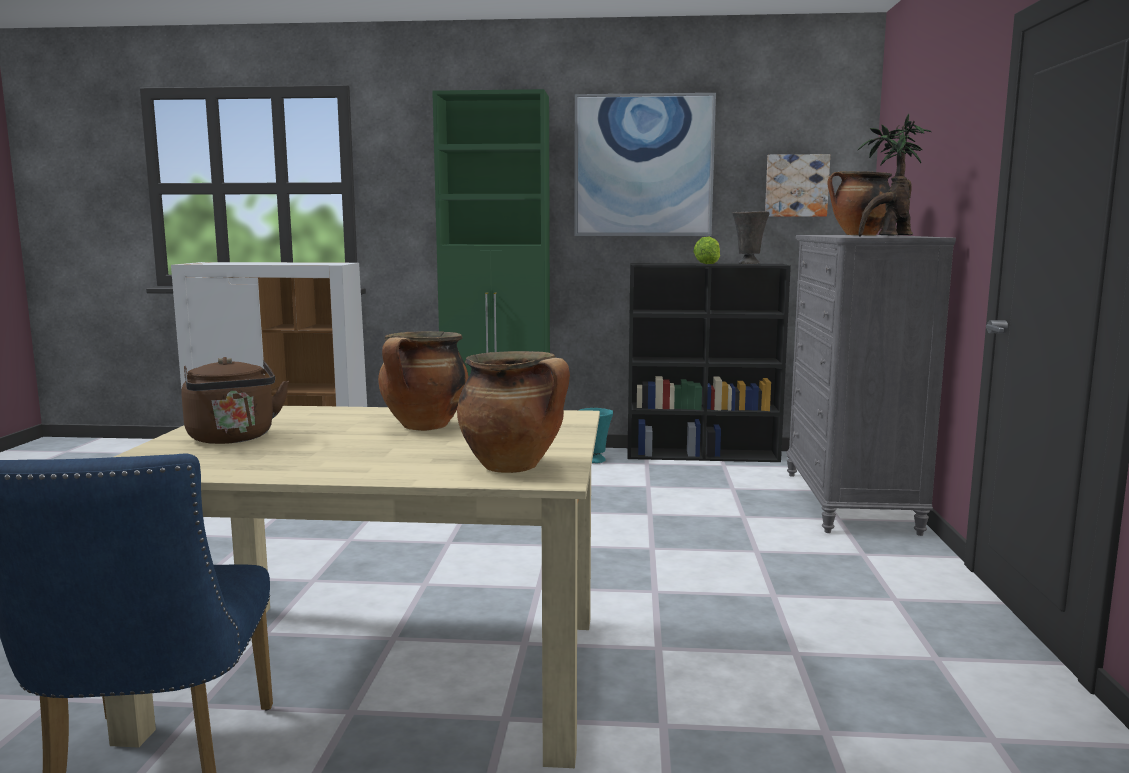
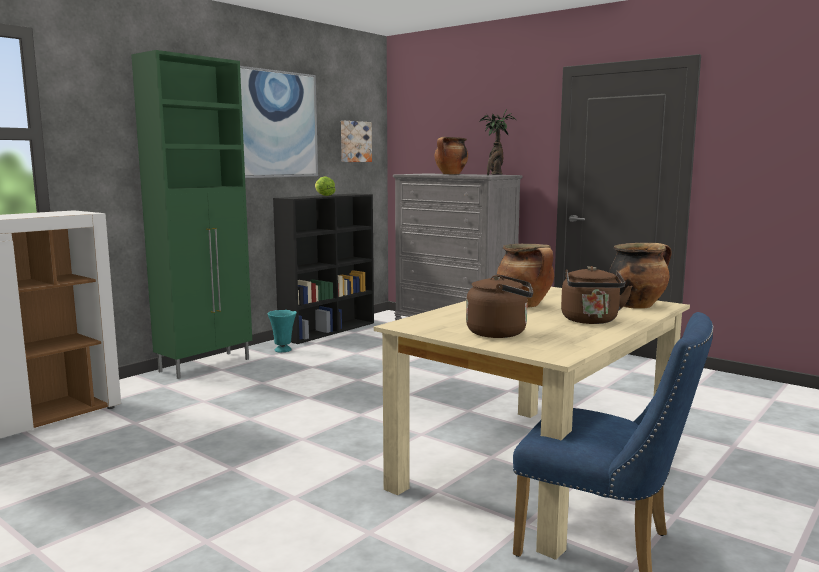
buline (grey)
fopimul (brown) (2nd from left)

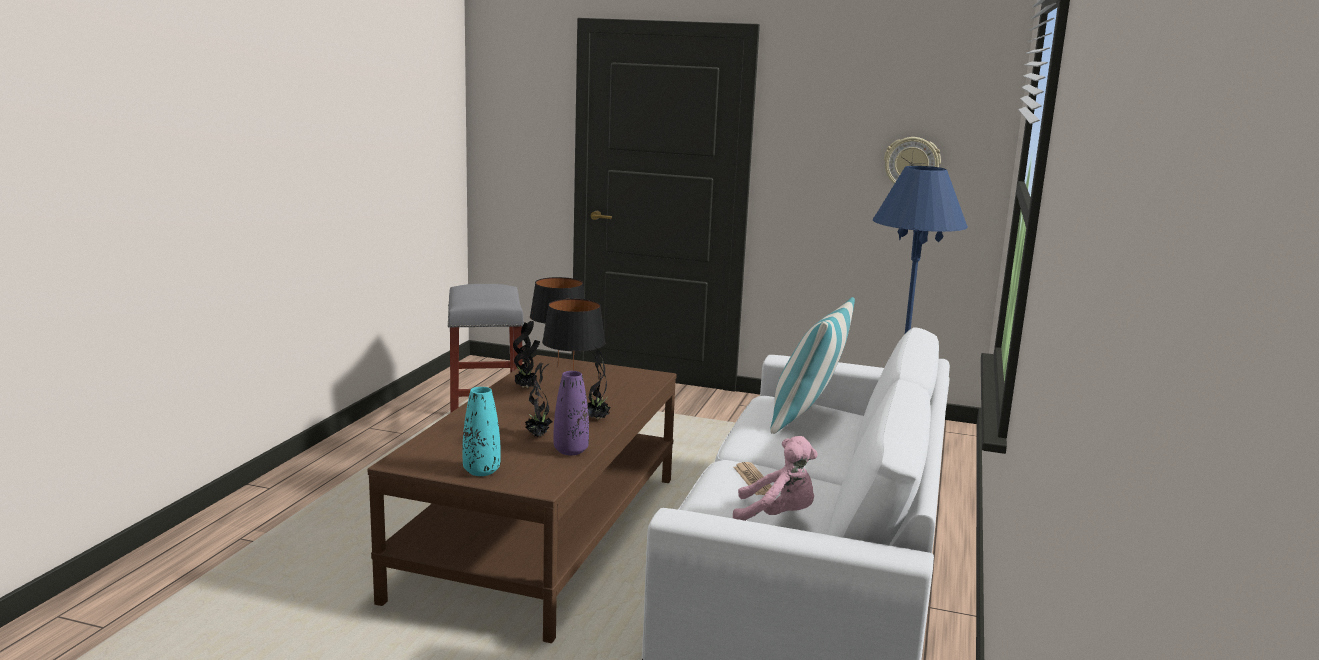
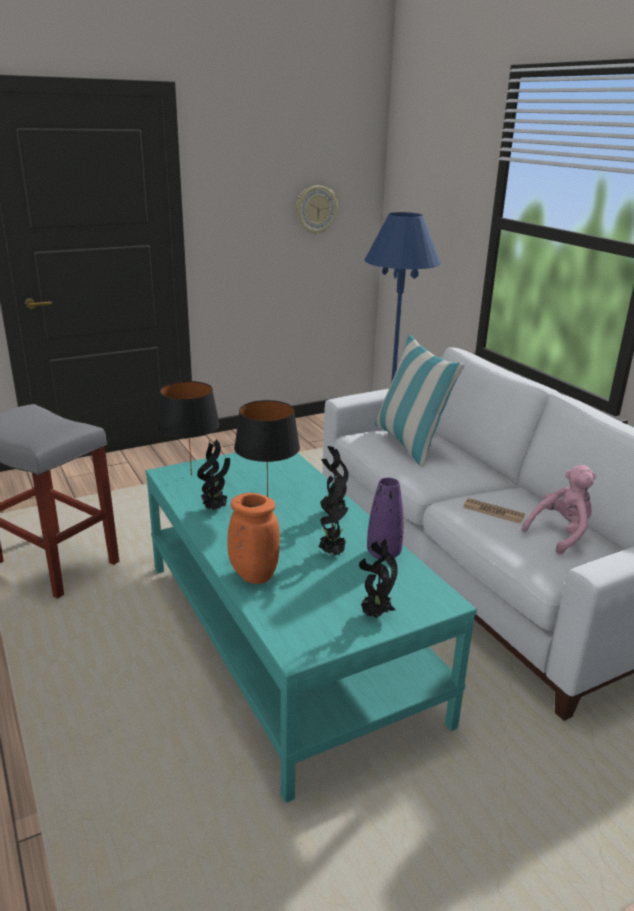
buline (orange)
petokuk (4th from left)
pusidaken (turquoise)

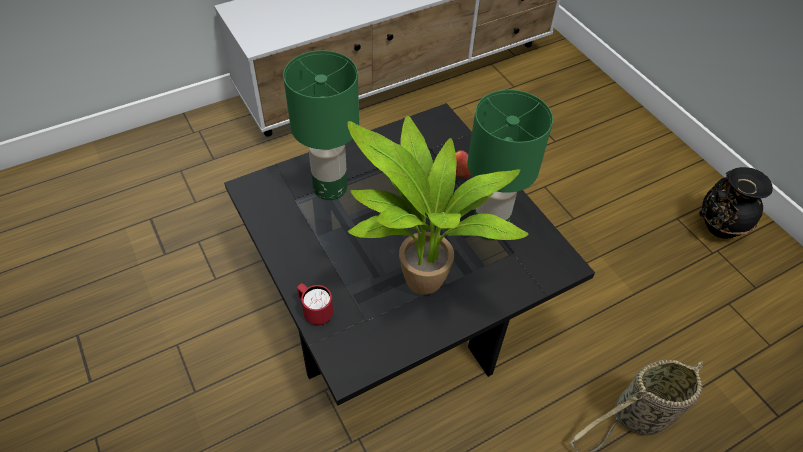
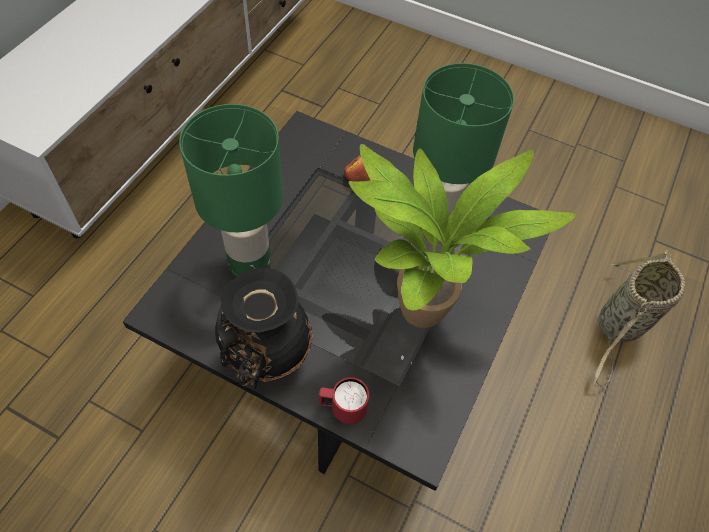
buline (black)

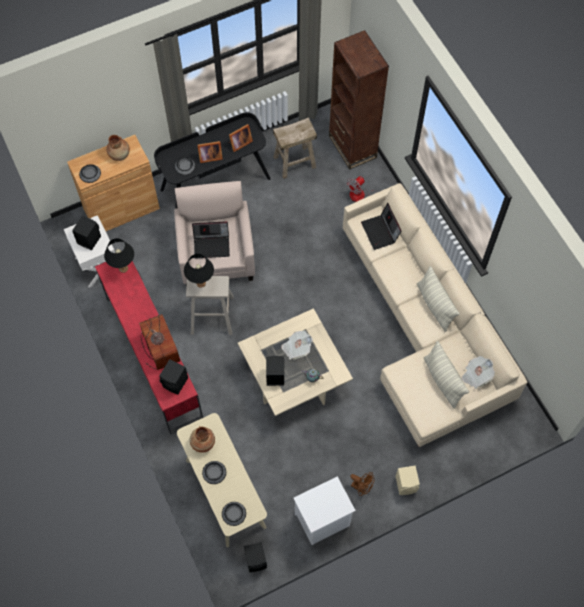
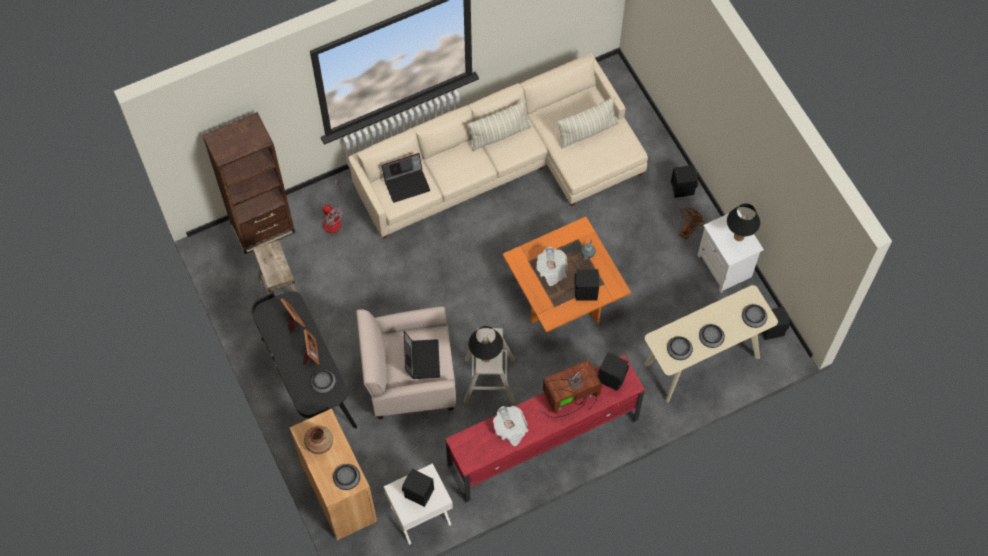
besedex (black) (2nd from left)
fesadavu (1st from left)
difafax (3rd from left)
pusidaken (orange)
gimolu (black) (4th from left)

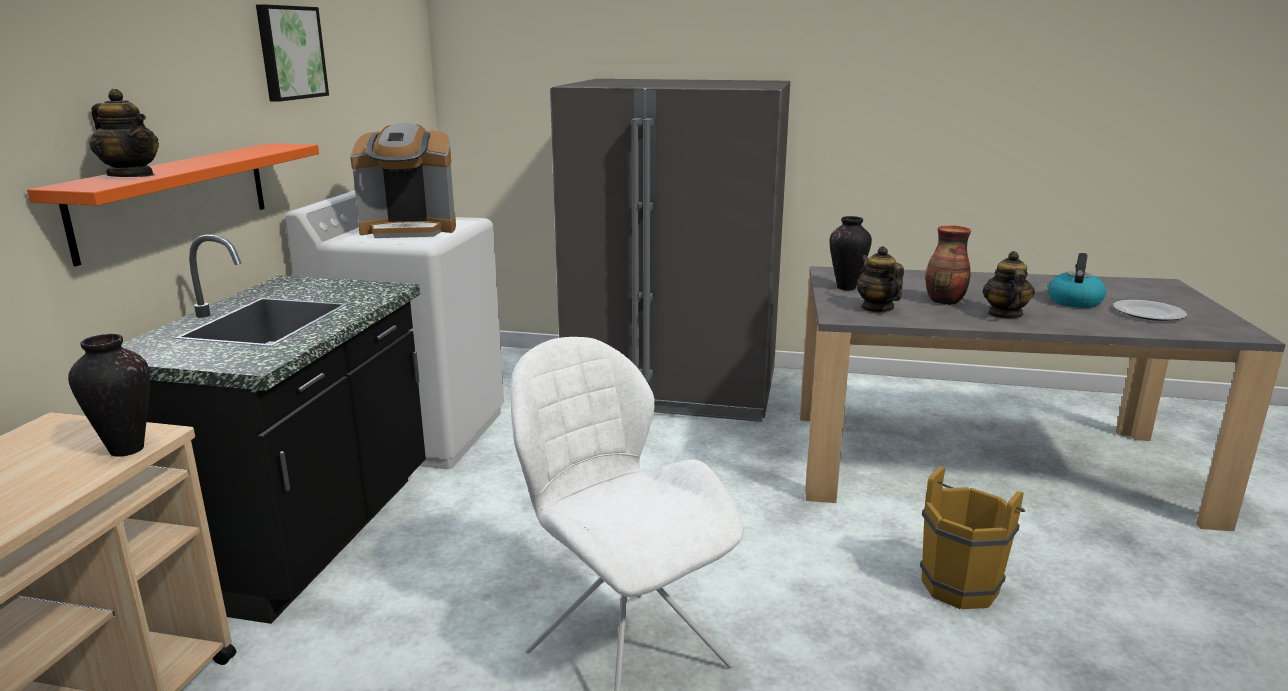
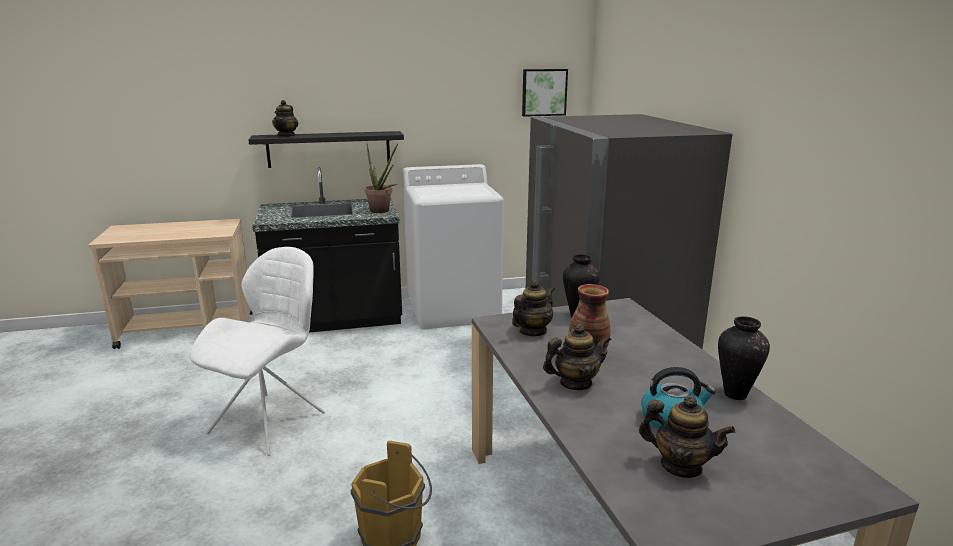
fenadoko
petokuk
buline (3rd from left)
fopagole
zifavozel (4th from left)
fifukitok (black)

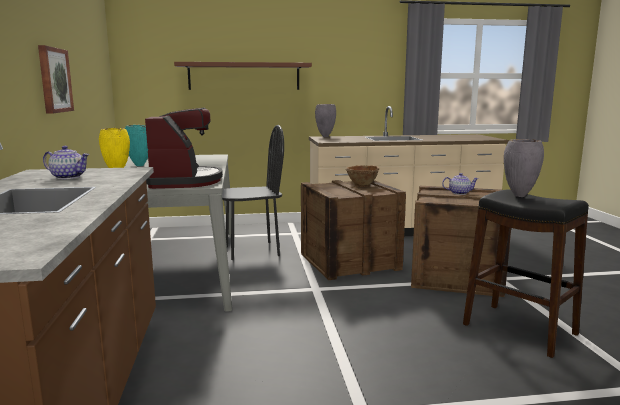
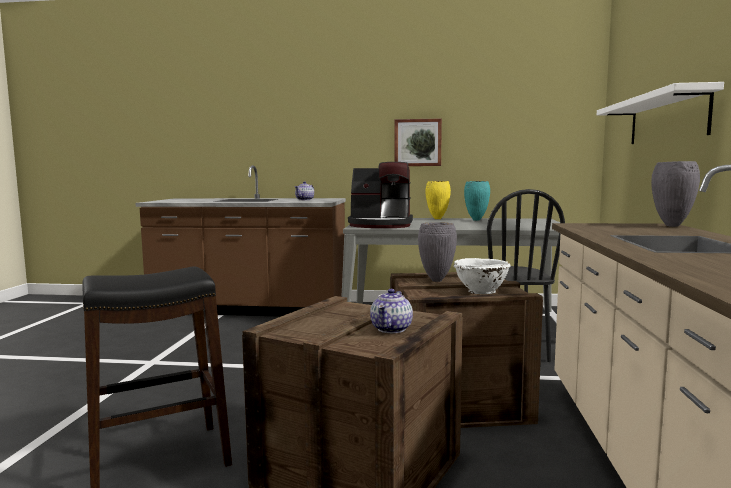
buline (grey) (1st from left)
fifukitok (white)
difafax (white)

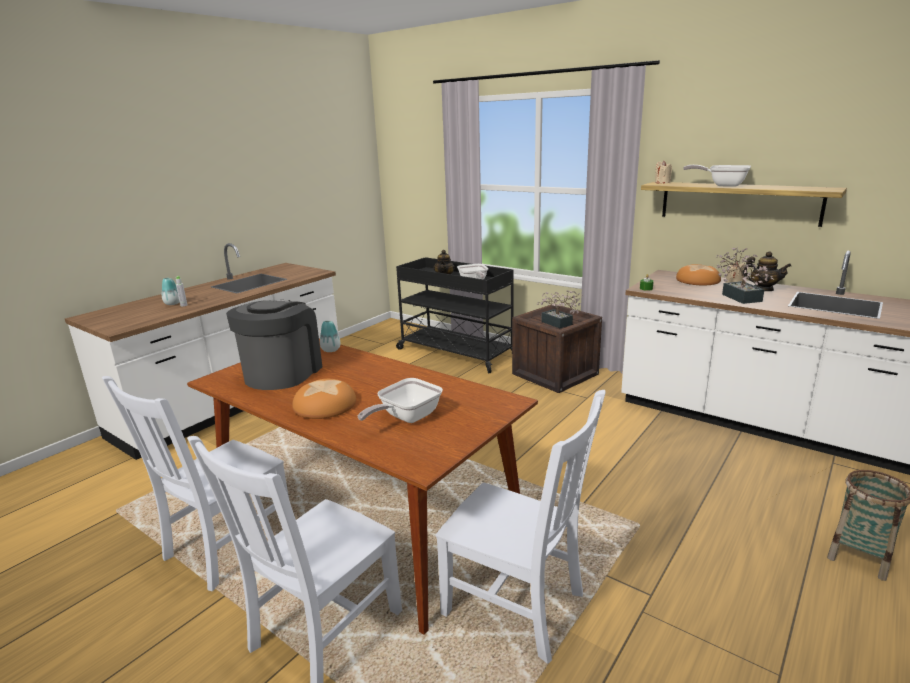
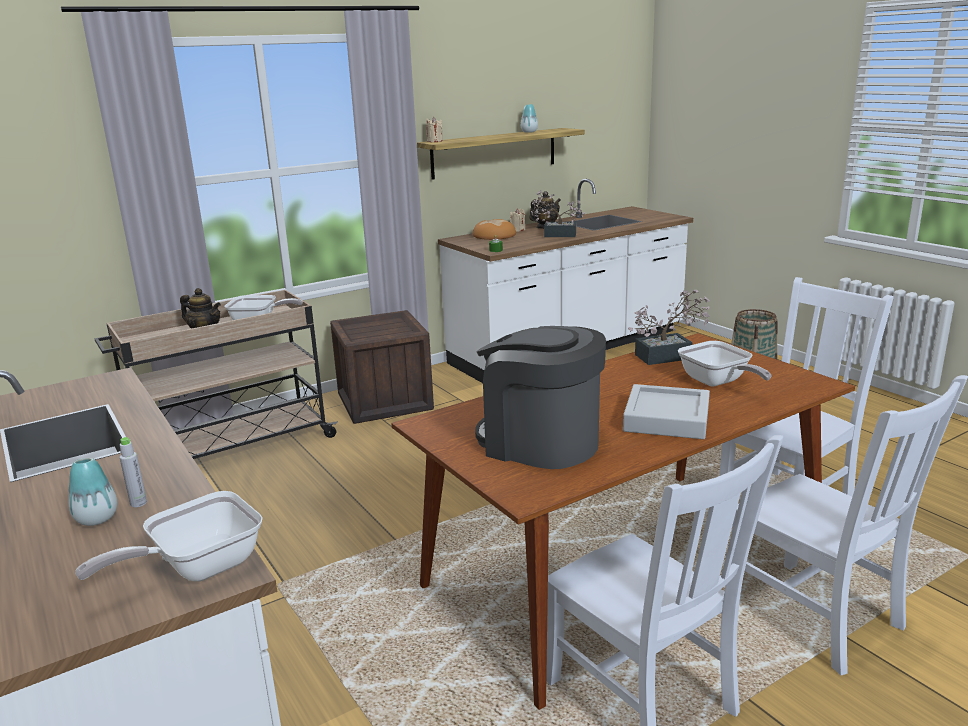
buline (2nd from left)
petokuk (2nd from left)
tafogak (1st from left)
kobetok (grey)
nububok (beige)

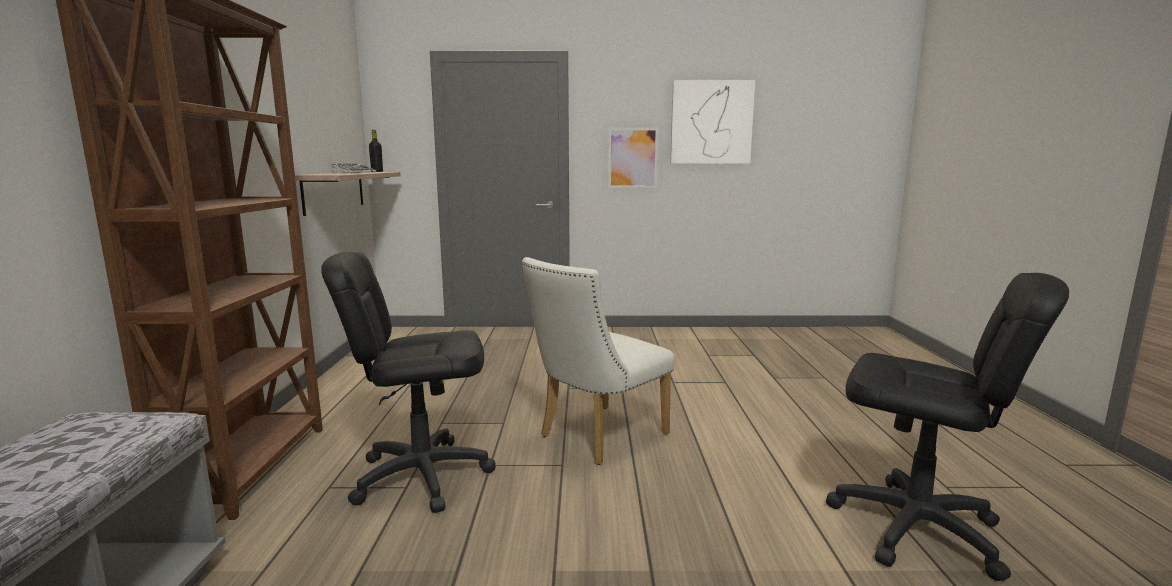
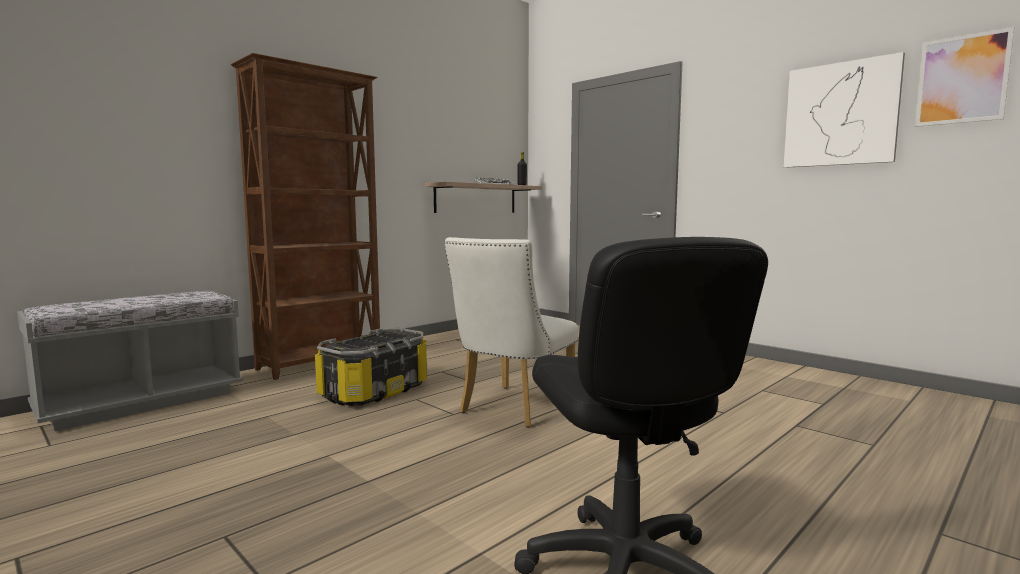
fopagole (2nd from left)
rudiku
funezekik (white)

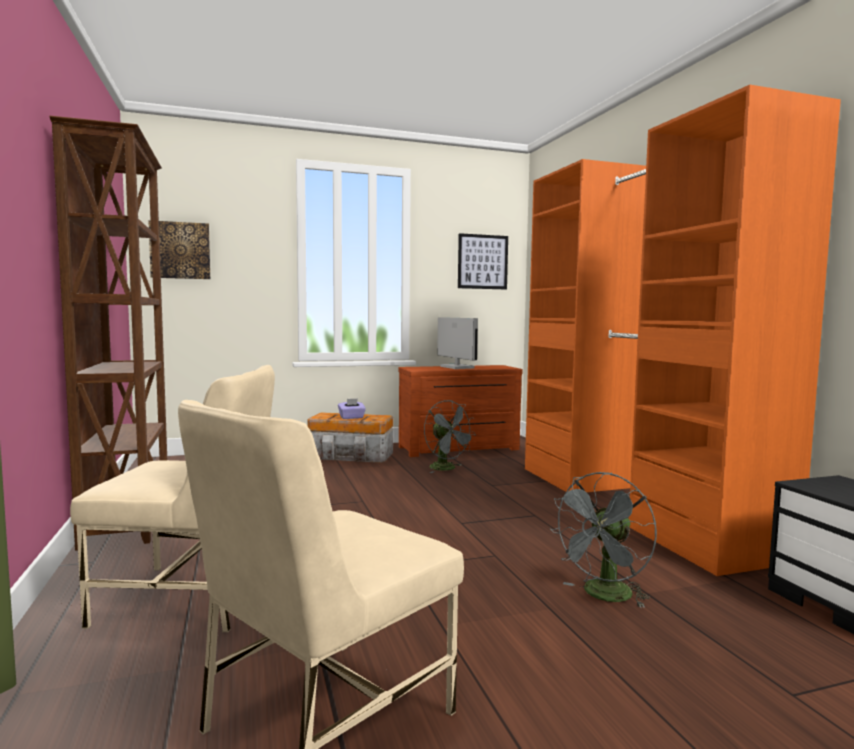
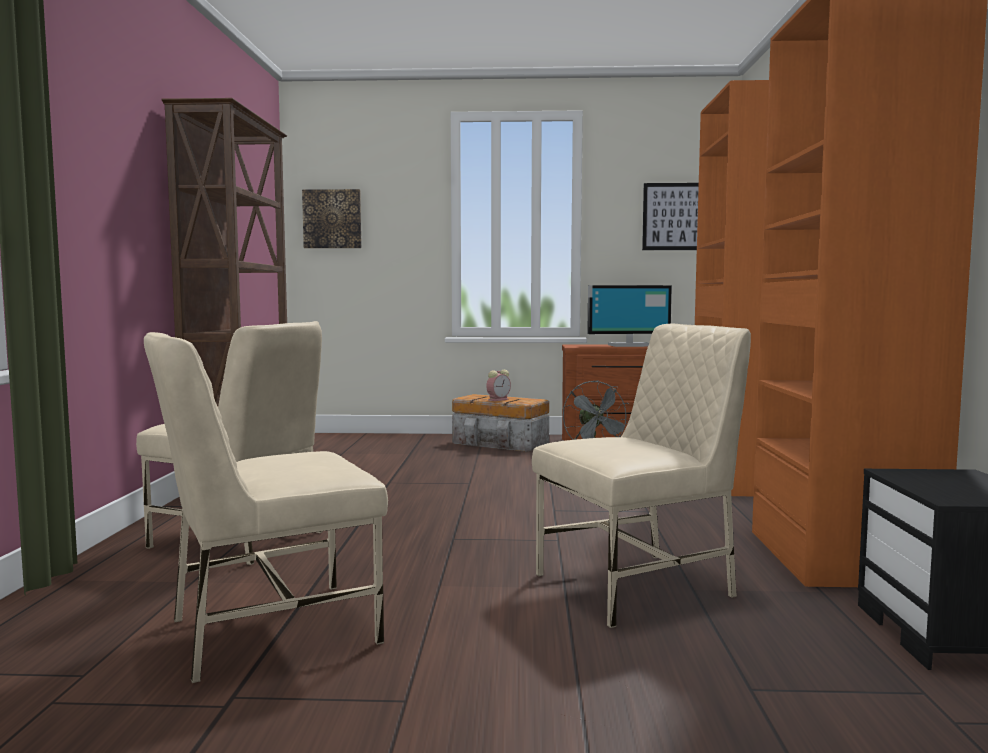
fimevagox
funezekik (beige) (3rd from left)
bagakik

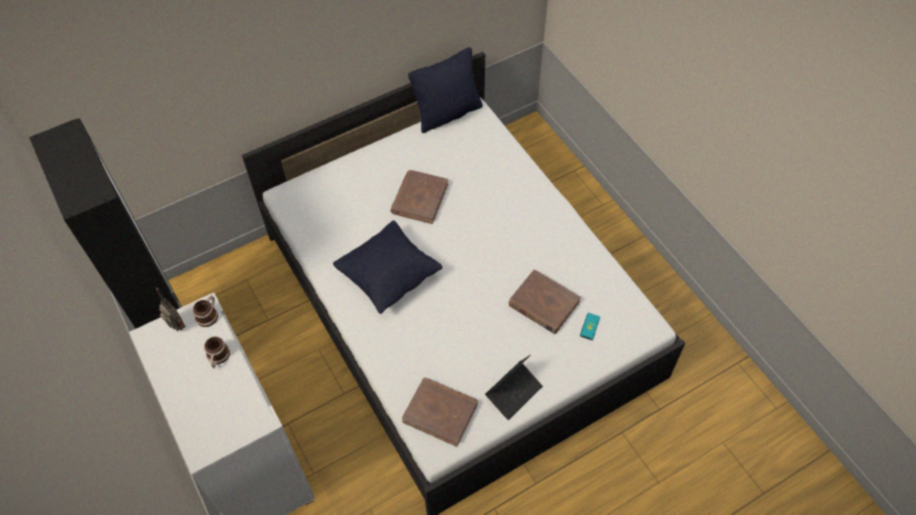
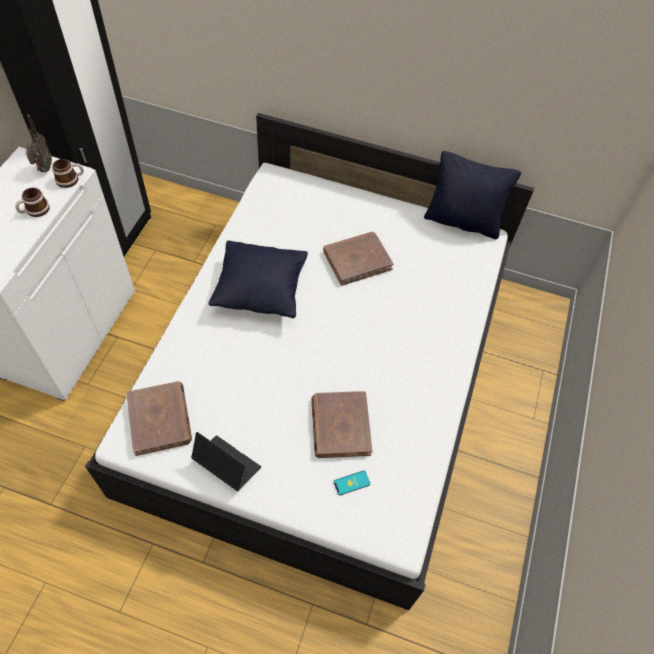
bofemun

